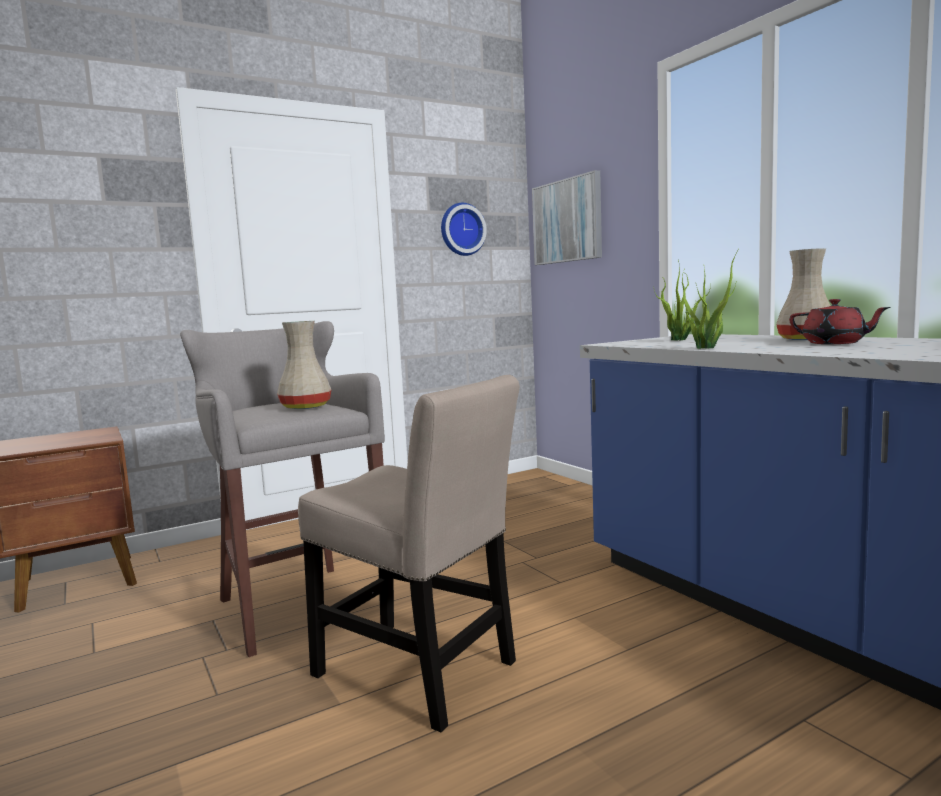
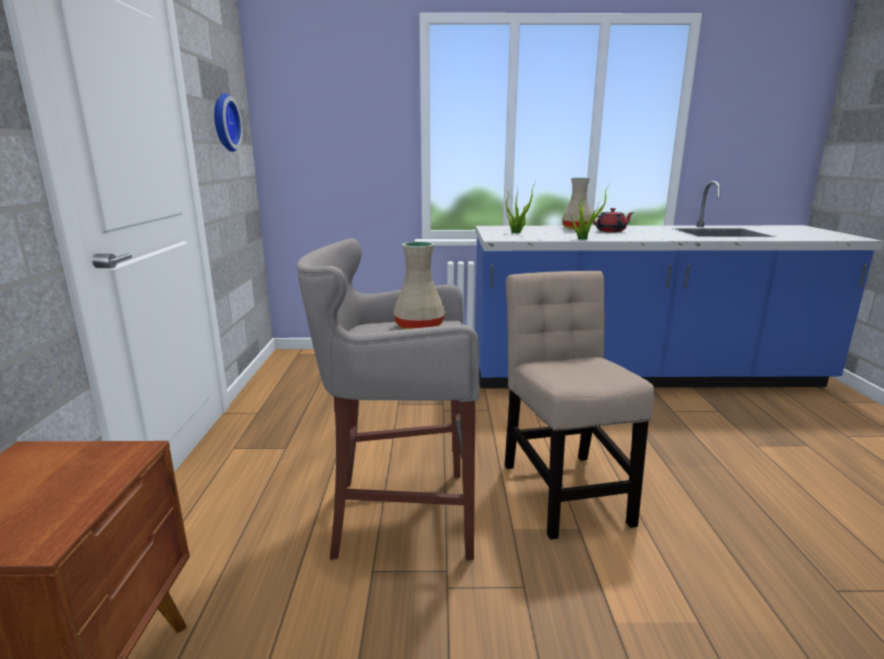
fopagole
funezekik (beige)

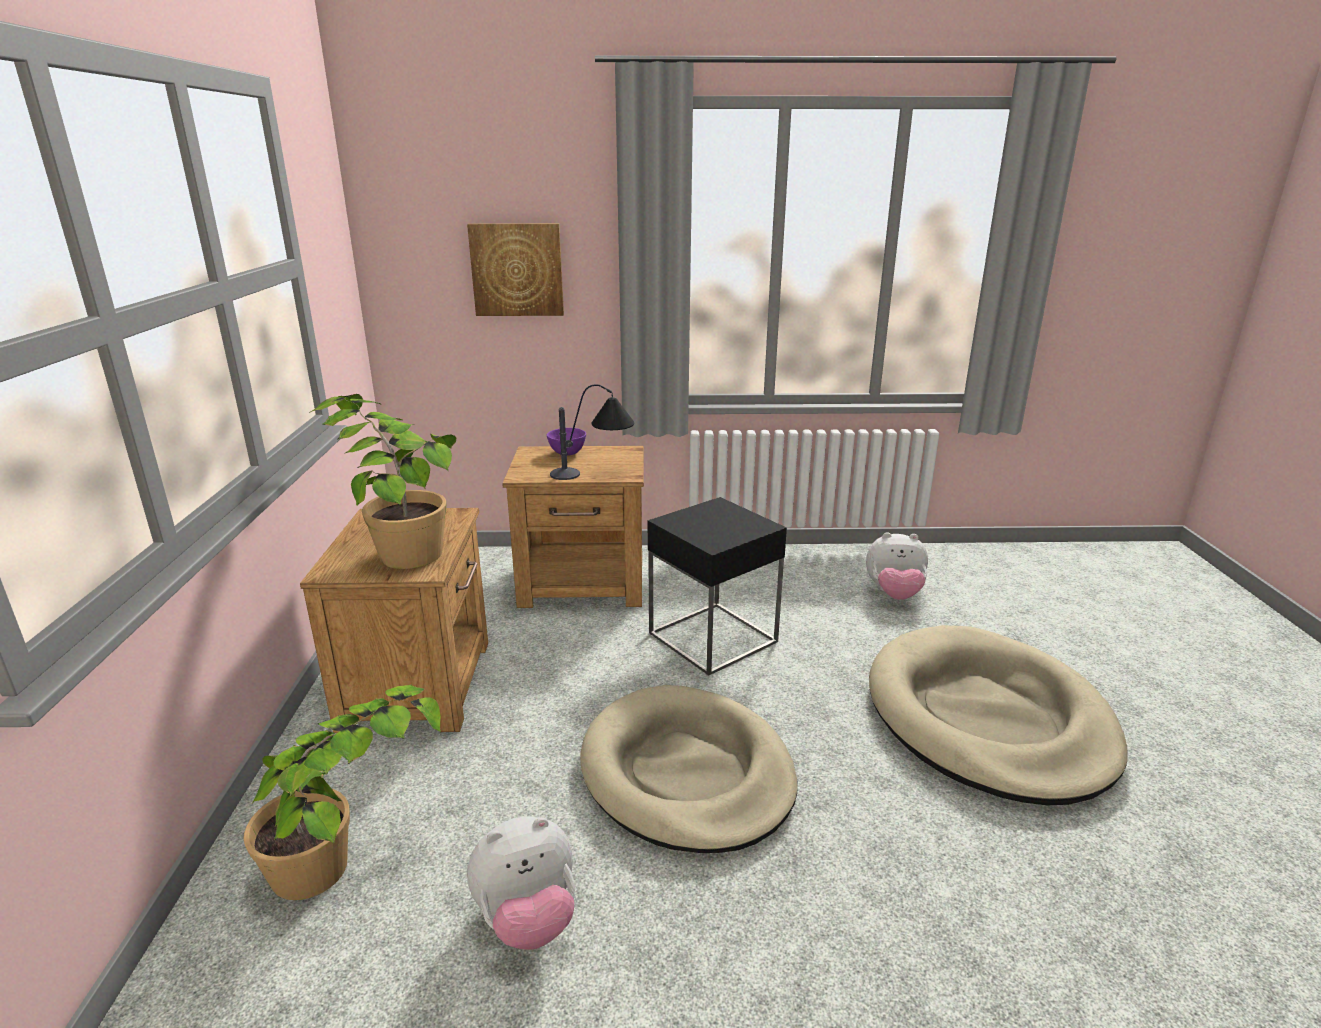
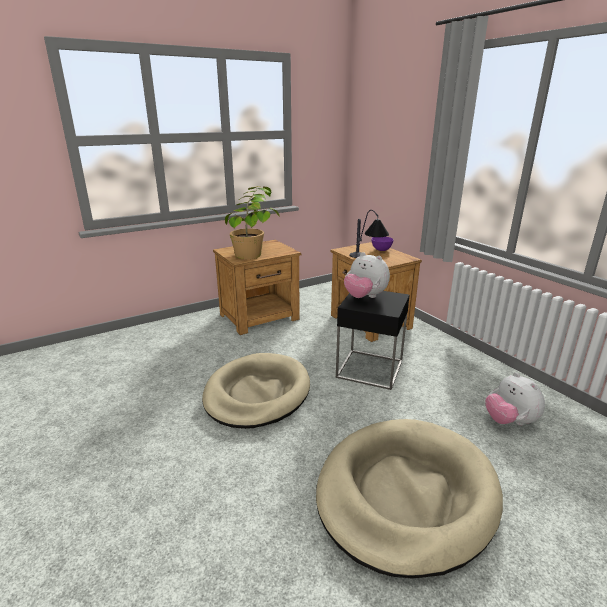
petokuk (1st from left in the first image)
fopagole
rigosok (1st from left)

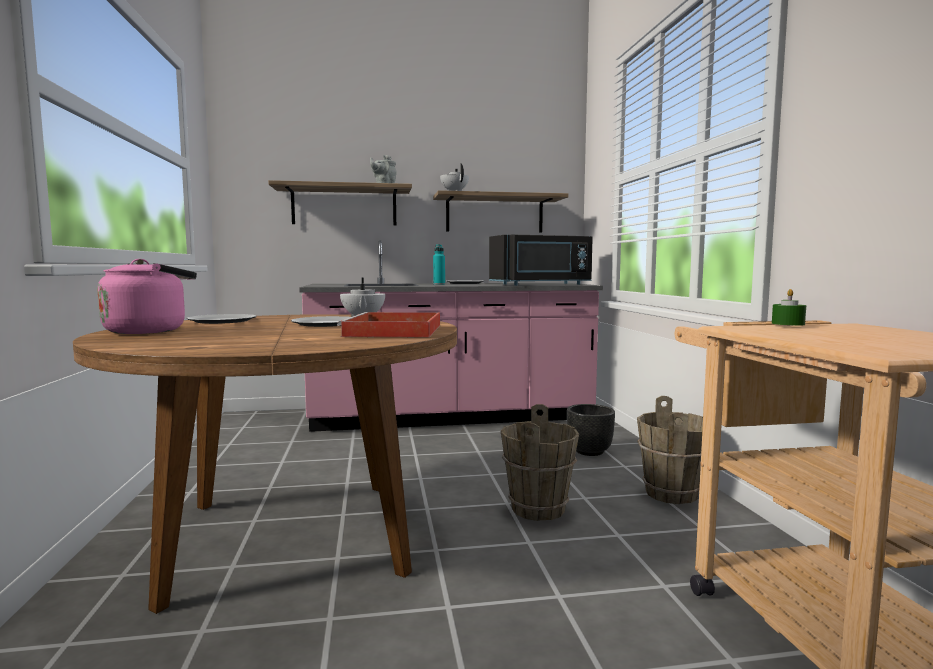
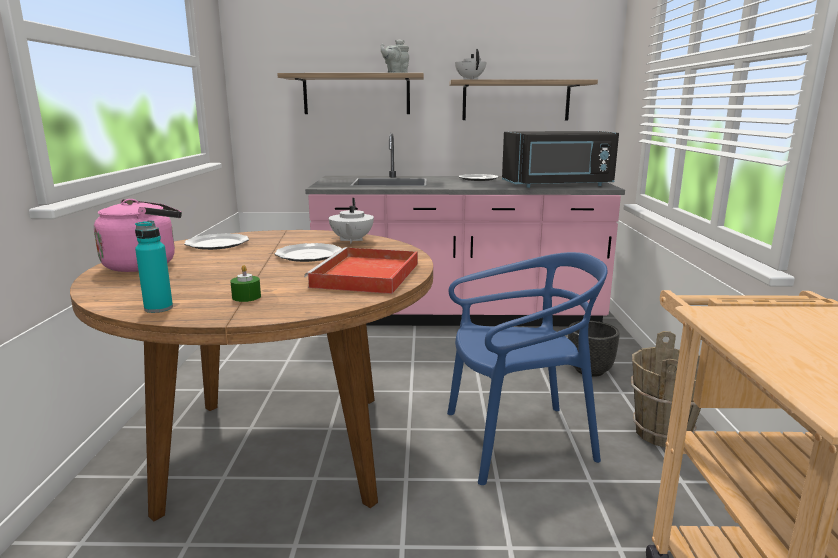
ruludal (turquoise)
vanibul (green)
funezekik (blue)

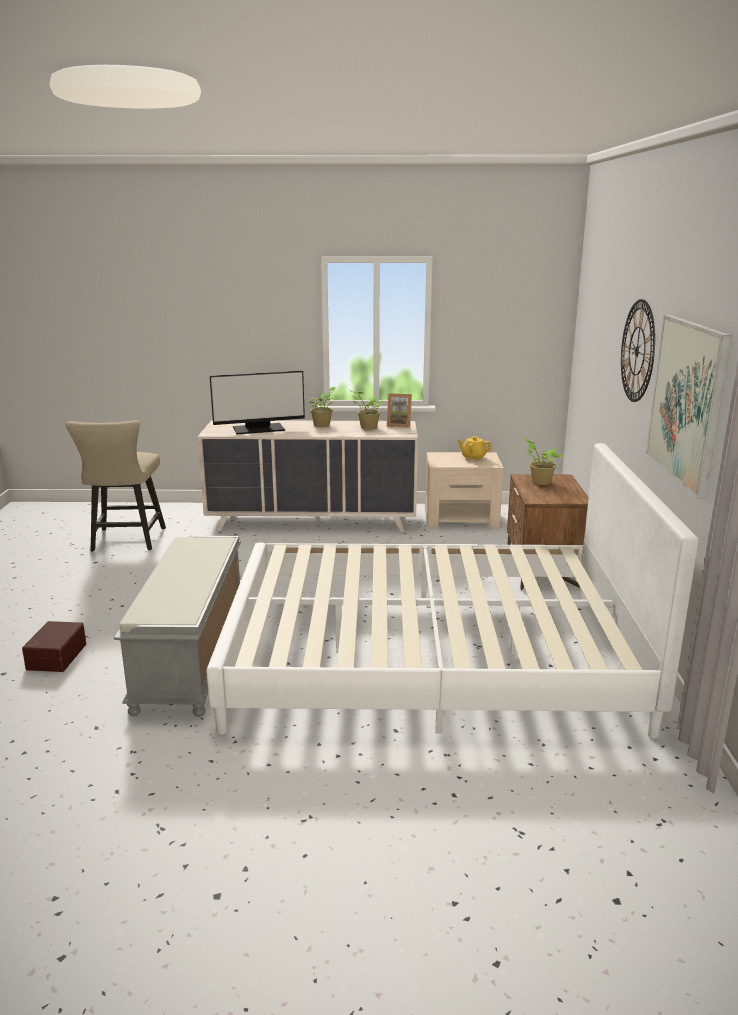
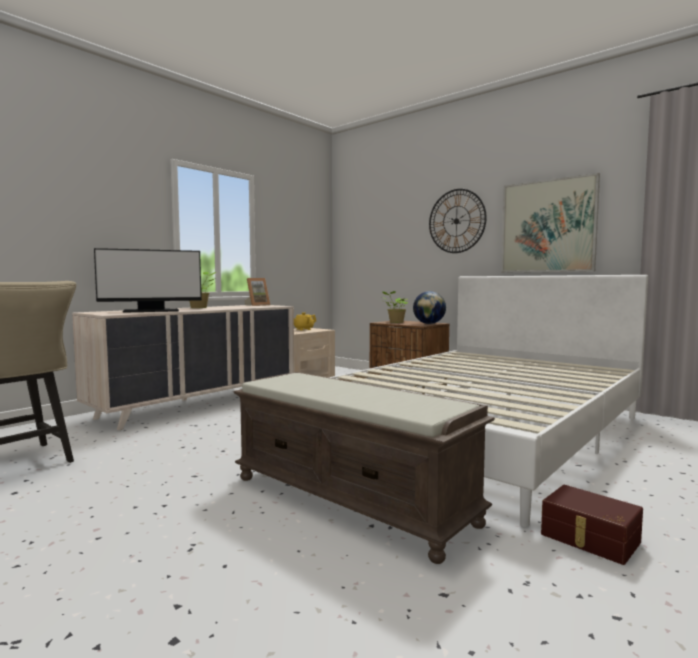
petokuk (2nd from left in the first image)
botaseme
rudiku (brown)
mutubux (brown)
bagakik

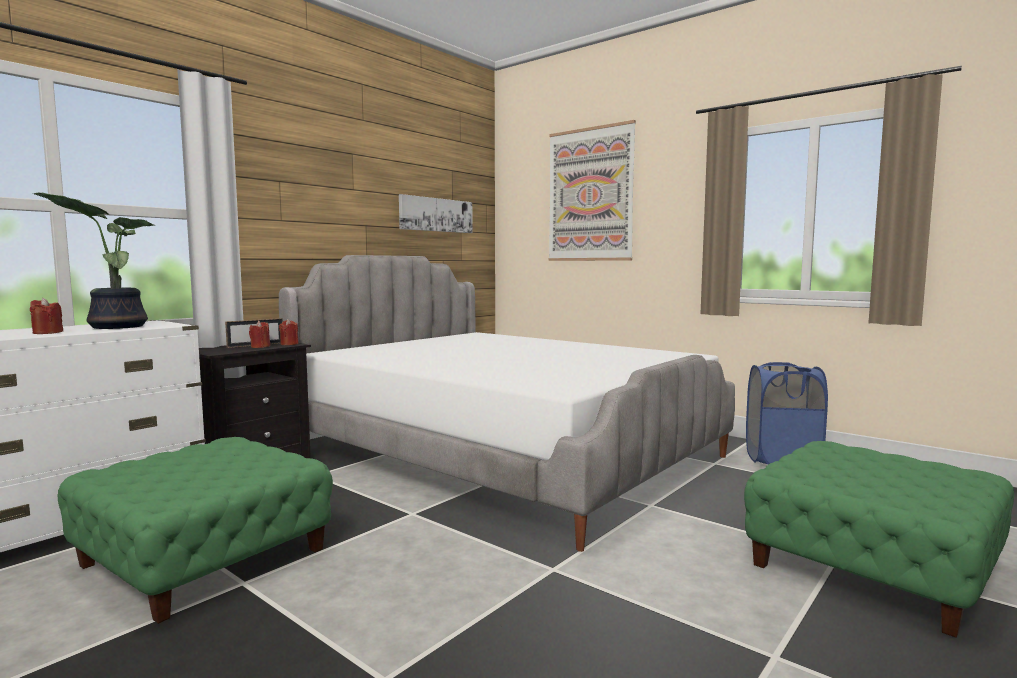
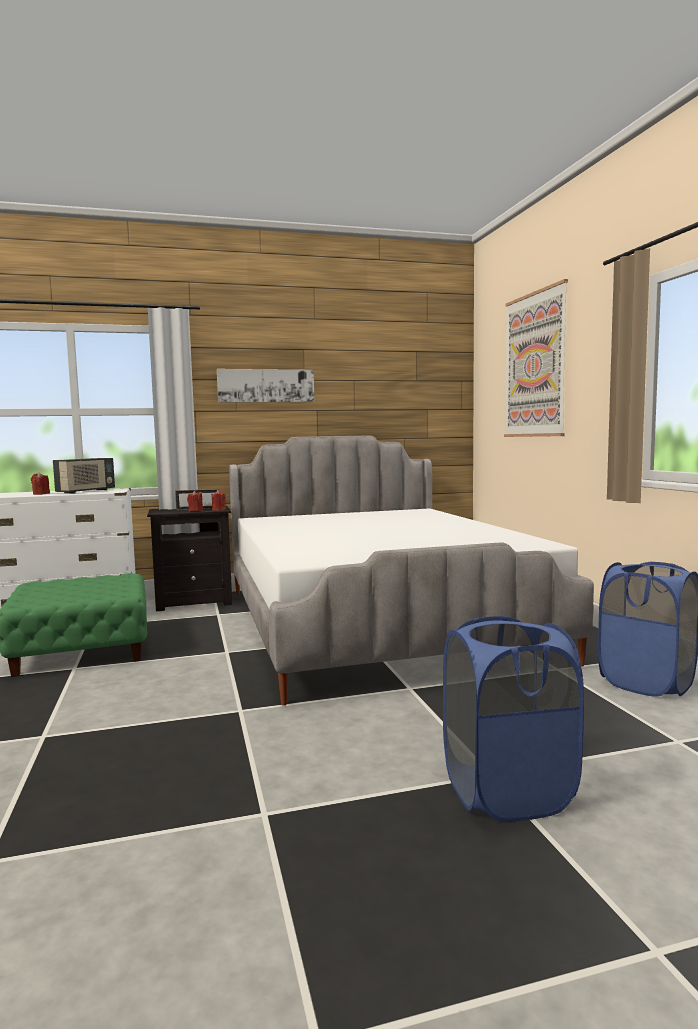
fopagole (1st from left)
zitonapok
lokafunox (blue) (1st from left)

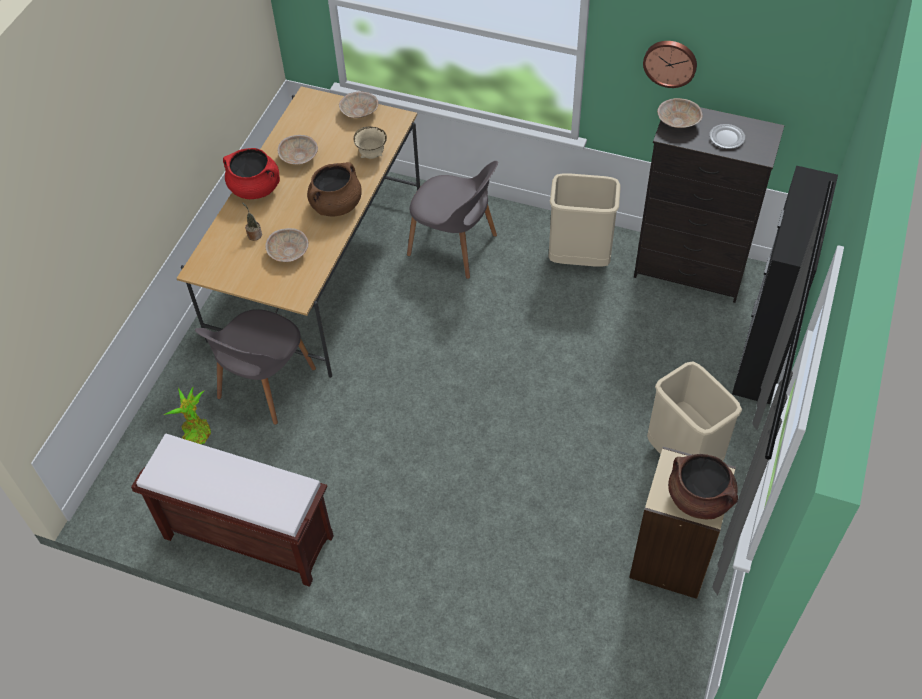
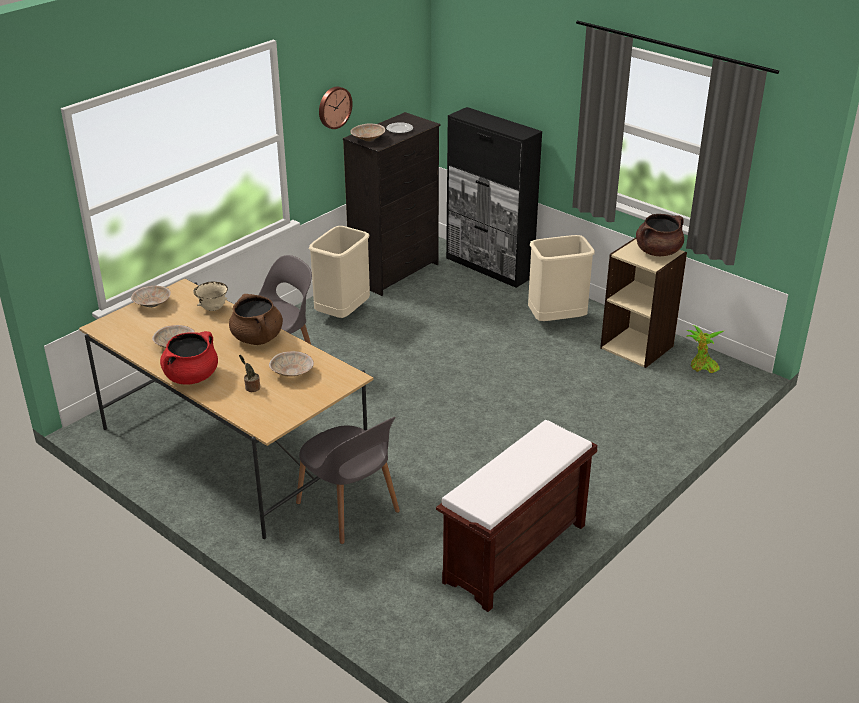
petokuk (2nd from left)

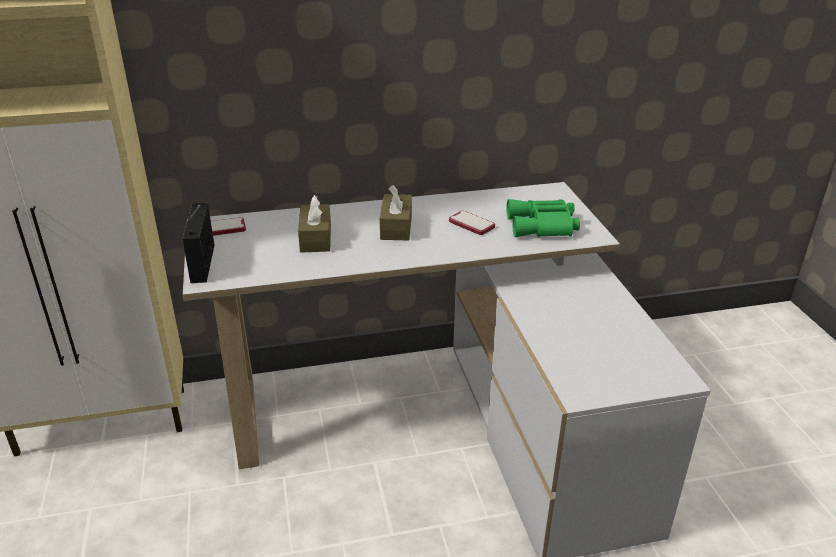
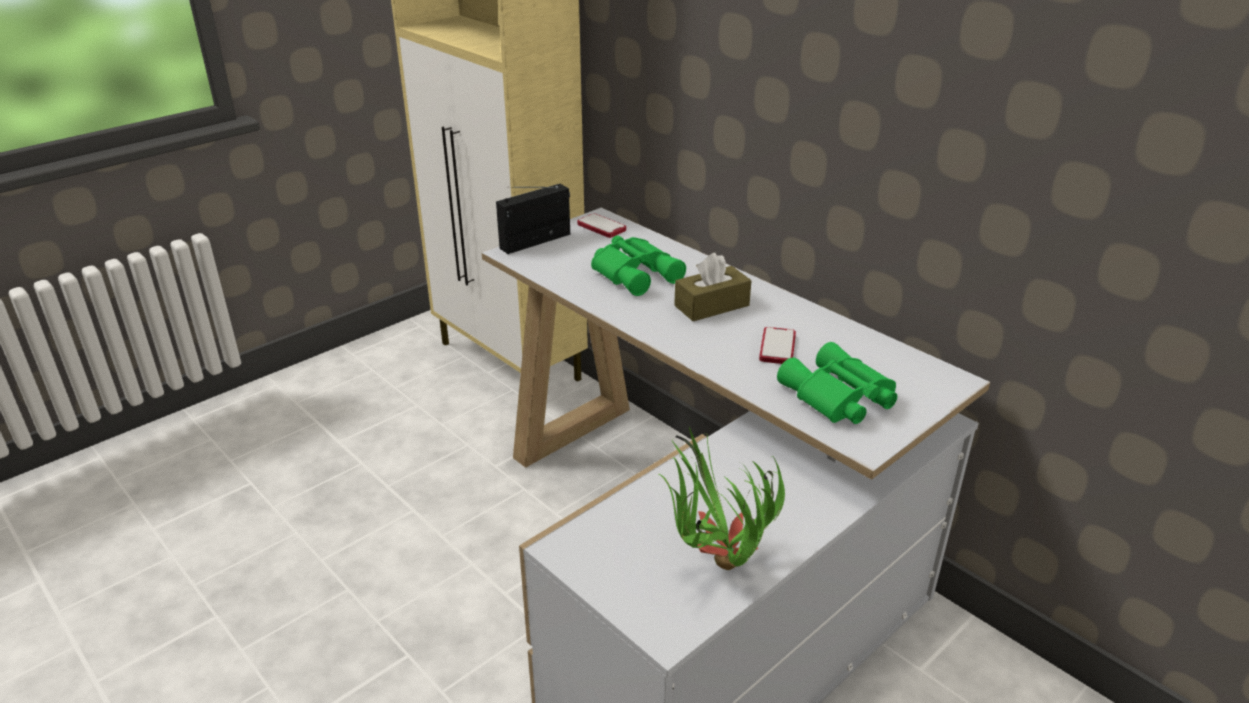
petokuk
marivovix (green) (1st from left)

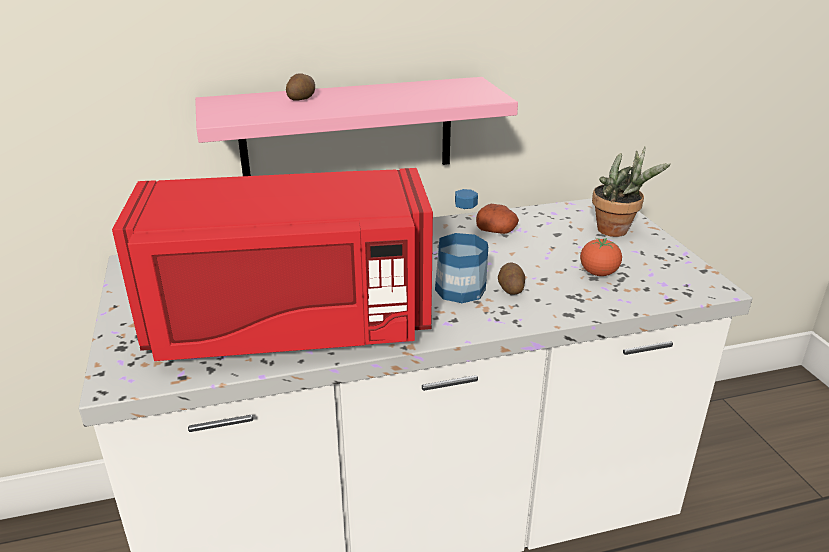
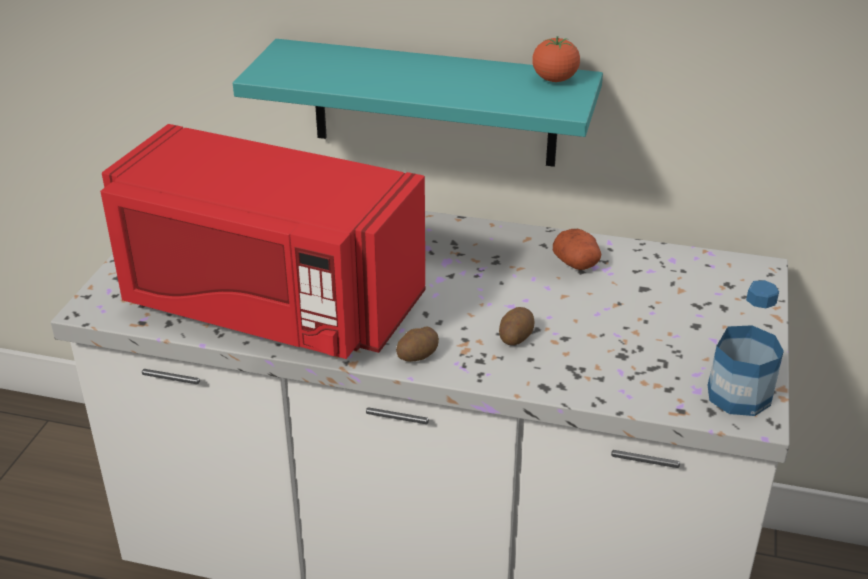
petokuk
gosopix (1st from left)
ruludal
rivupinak
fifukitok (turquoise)

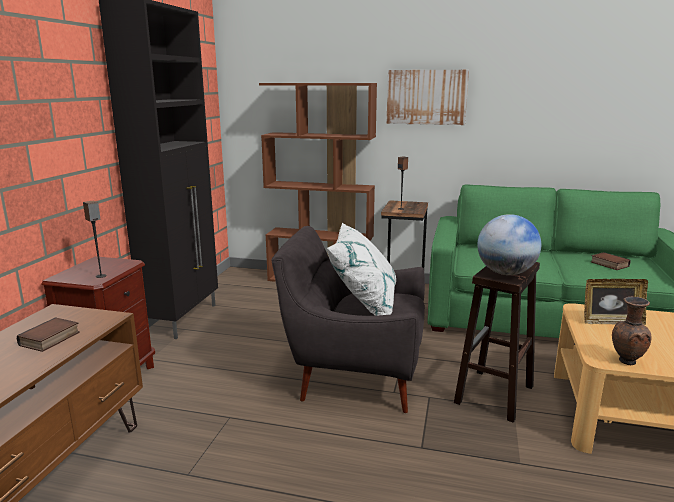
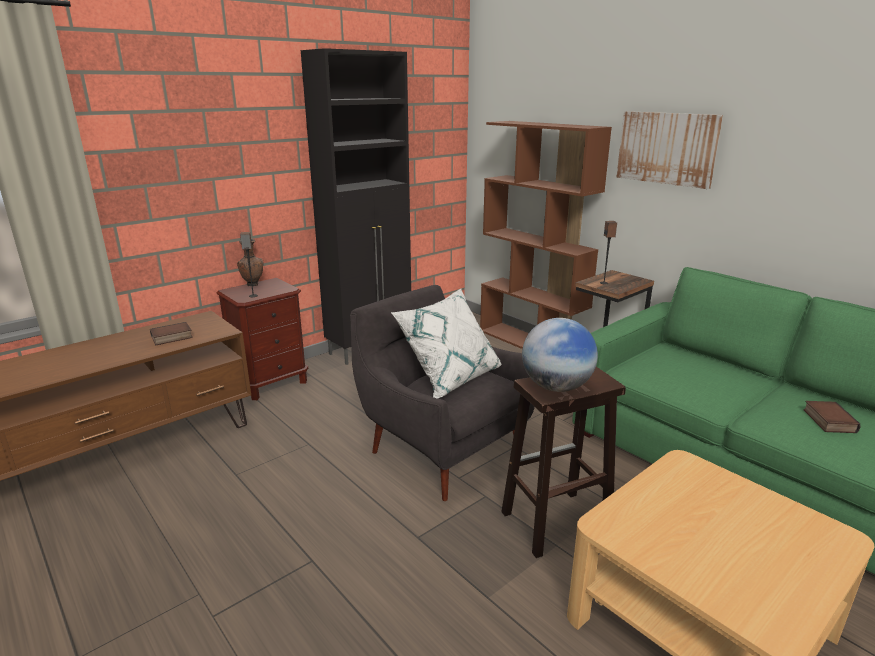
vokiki
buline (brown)

